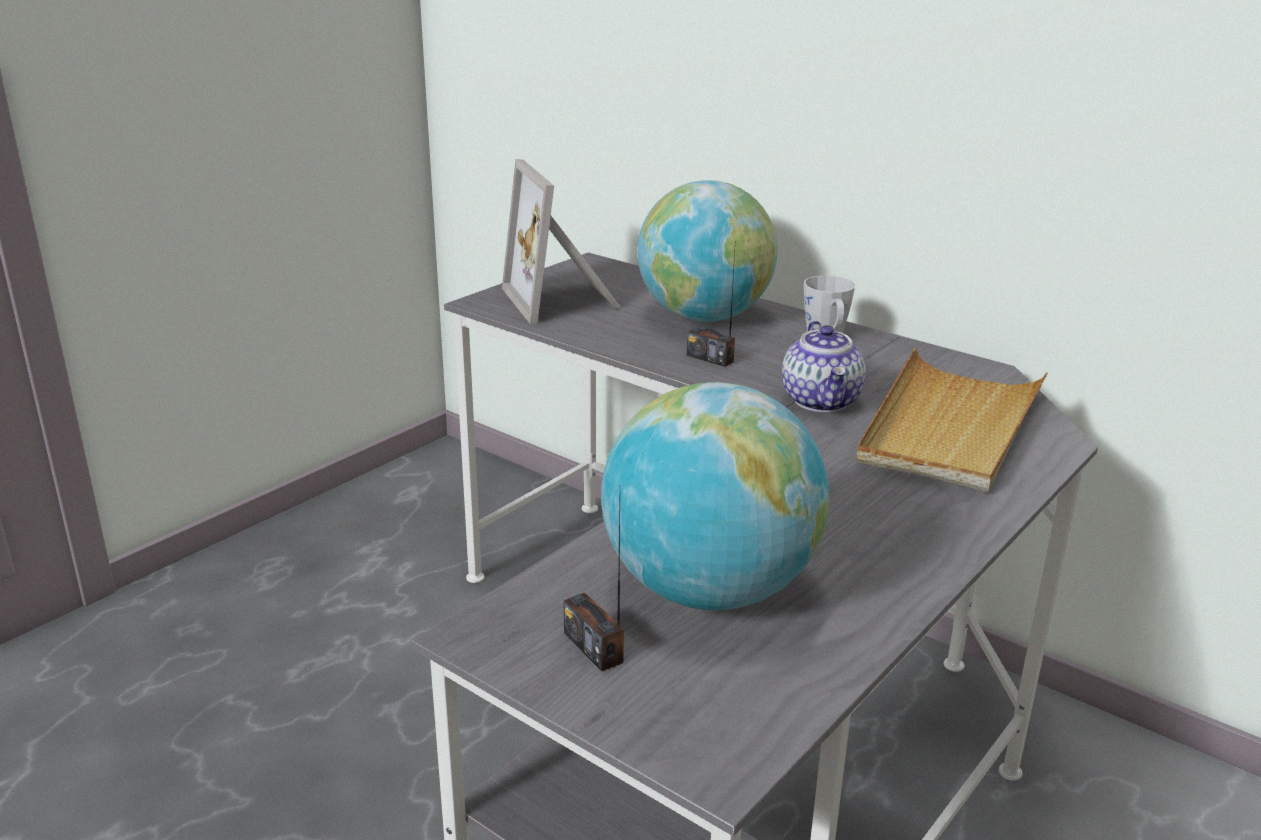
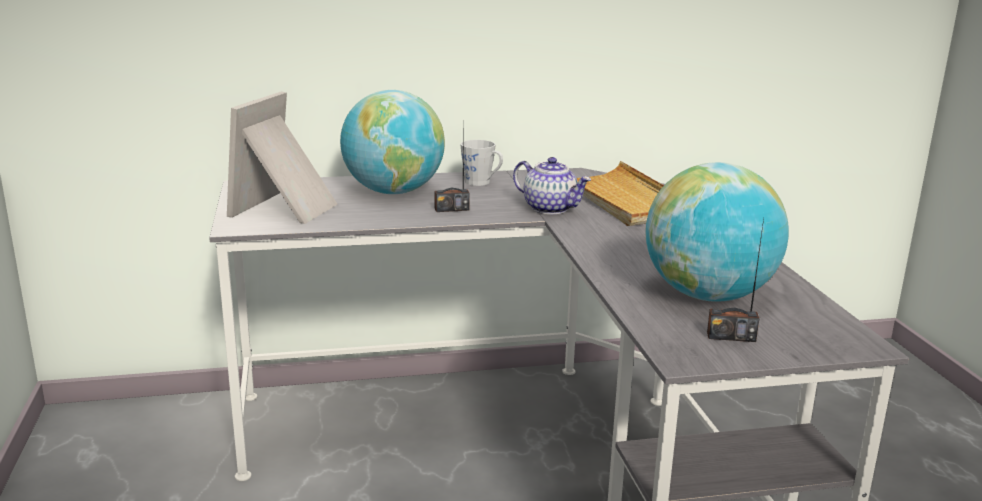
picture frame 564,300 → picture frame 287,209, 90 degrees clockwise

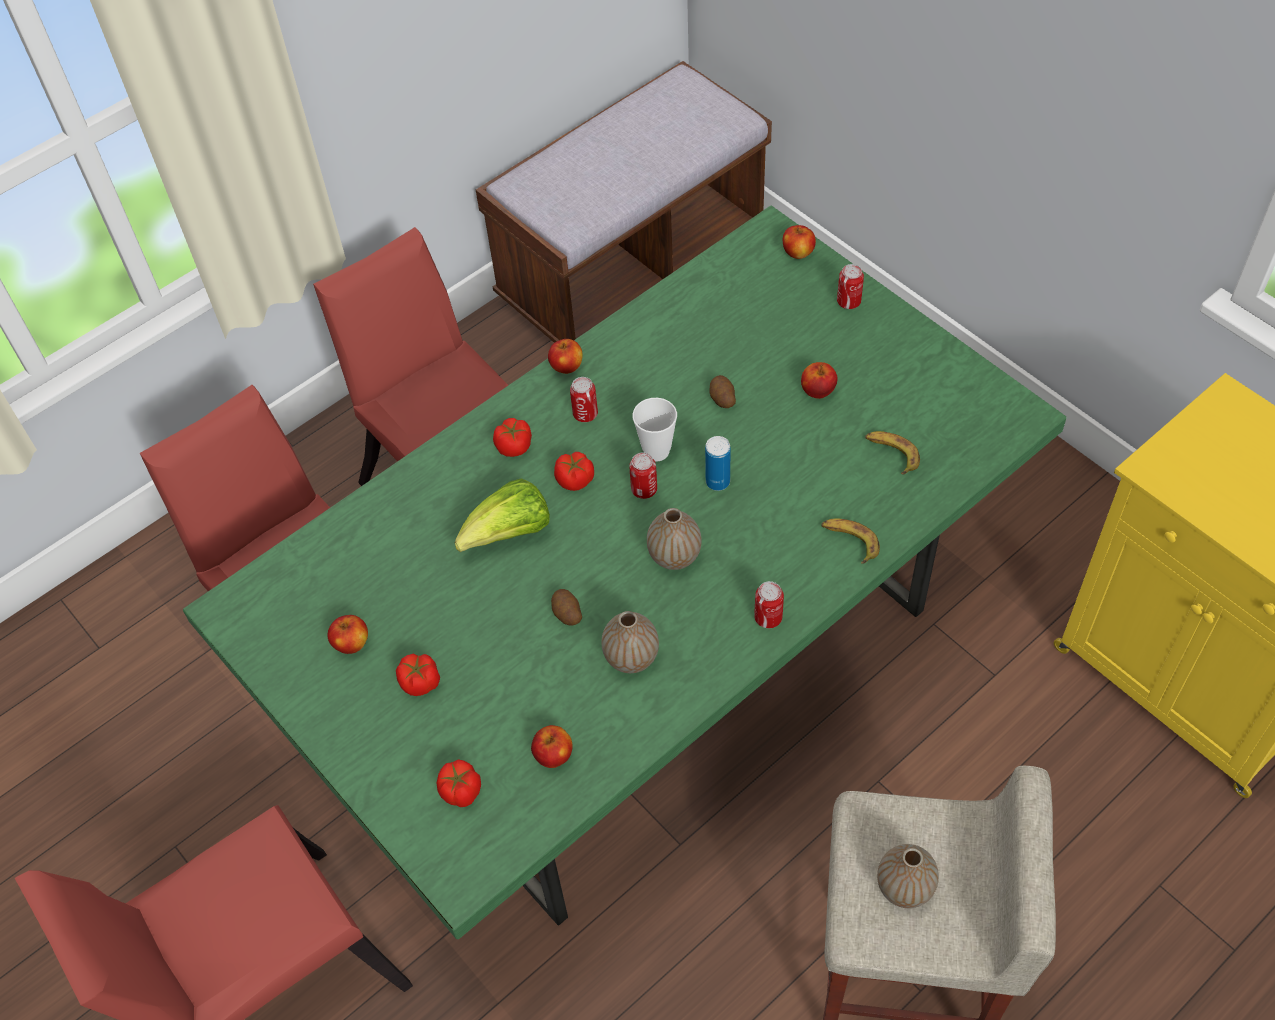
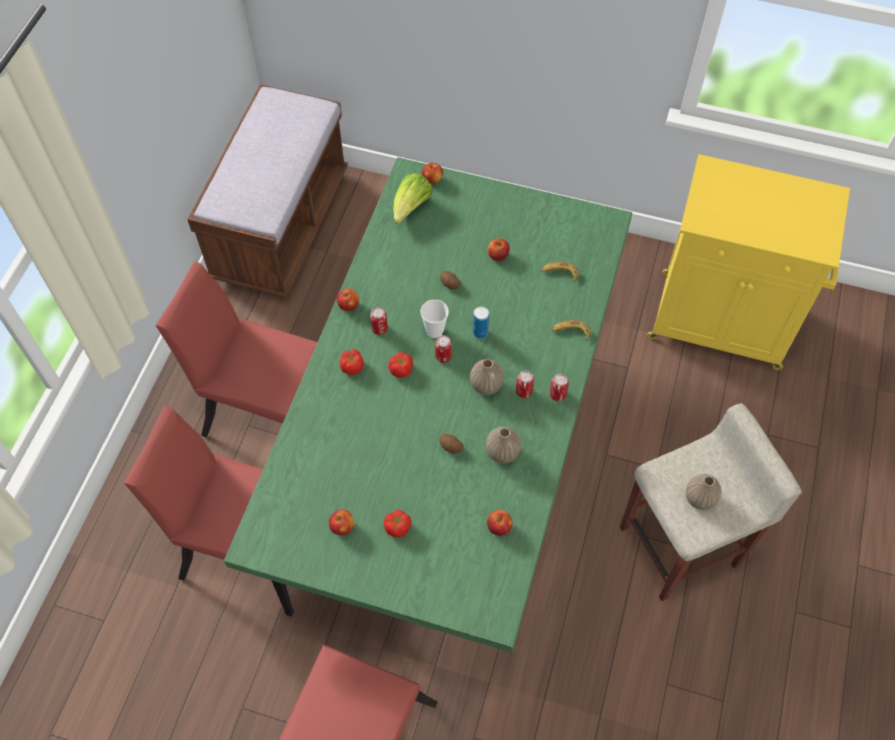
lettuce head 509,534 → lettuce head 411,208, shifted
sealed can 848,302 → sealed can 523,391, shifted
whole tomato 461,791 → -

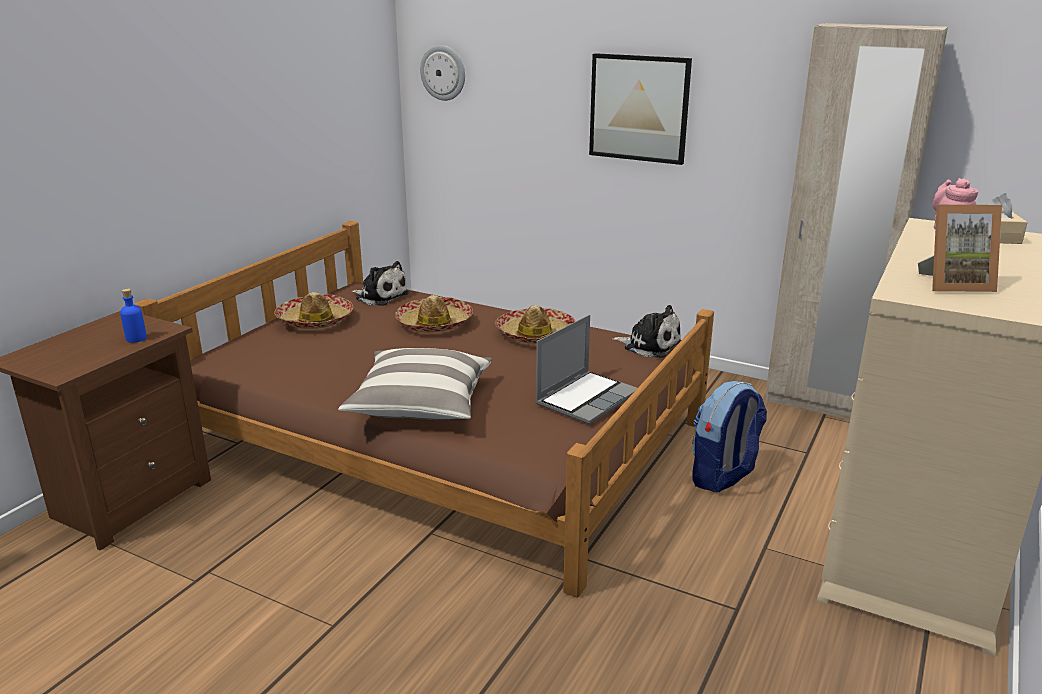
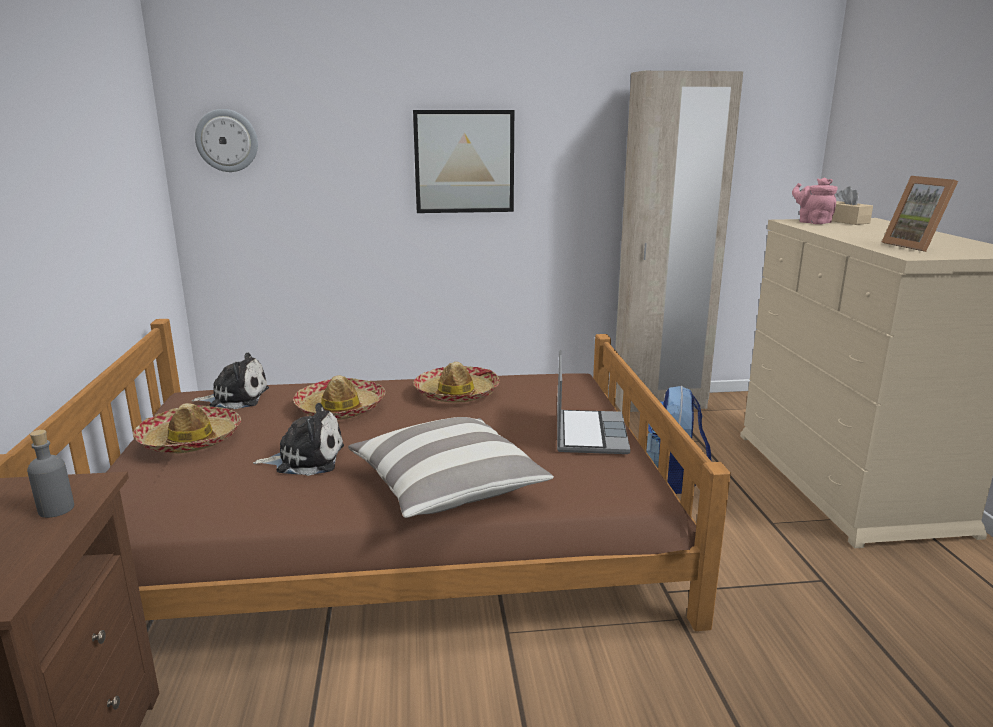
beverage bottle in bluish 136,338 → beverage bottle in gray 56,509
soft toy 649,345 → soft toy 306,459, shifted
picture frame 954,284 → picture frame 916,246, 105 degrees clockwise

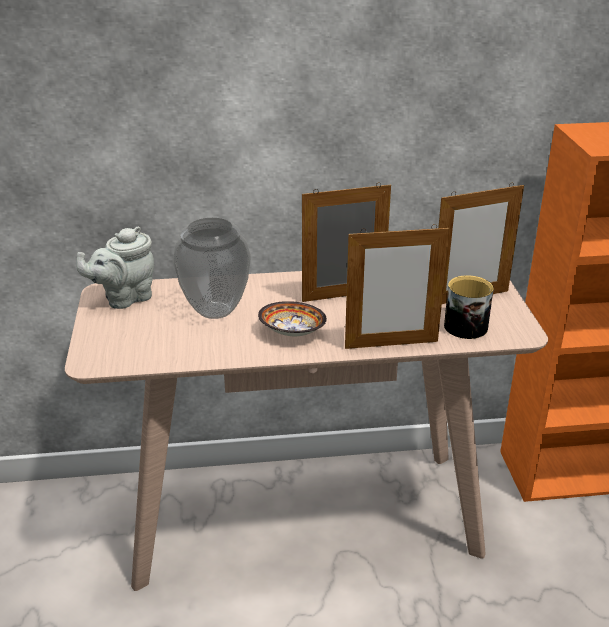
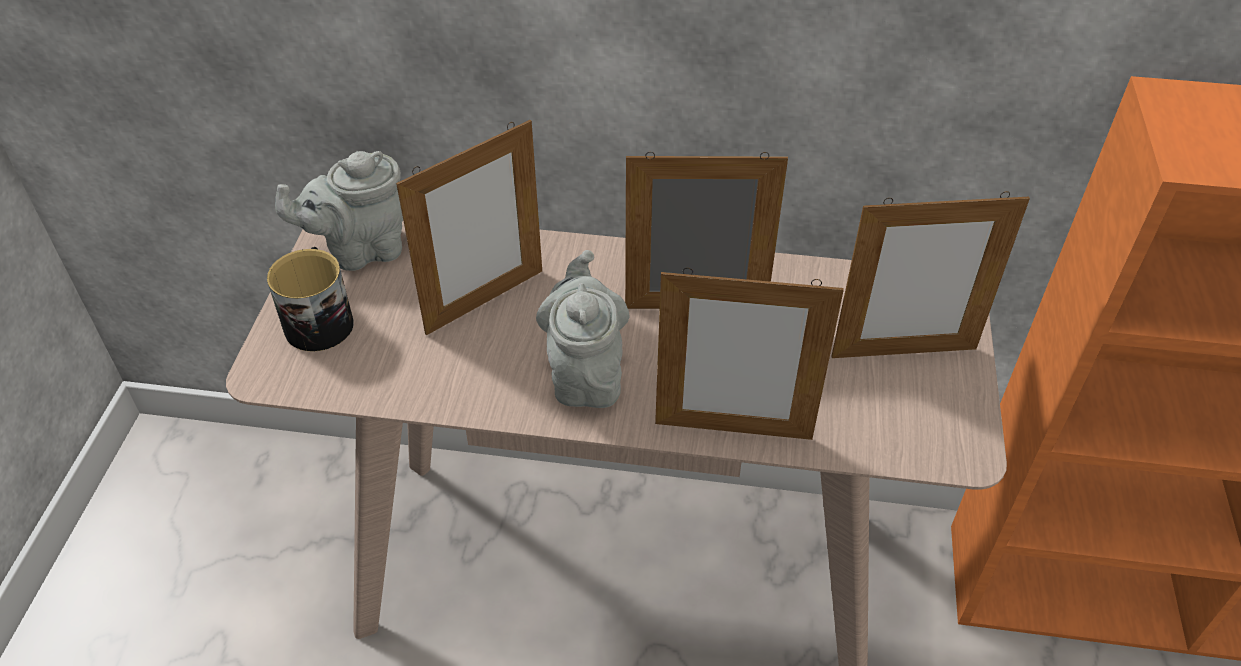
coffee mug 463,323 → coffee mug 320,319, shifted
flower vase 215,310 → picture frame 485,301
serving bowl 293,333 → pot for tea in gray 585,374

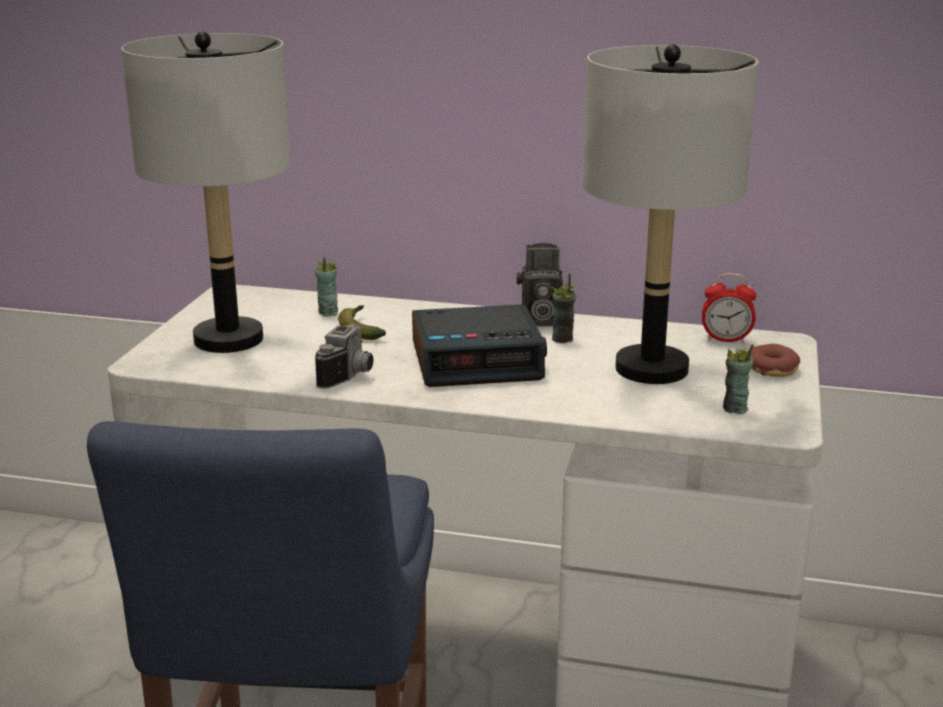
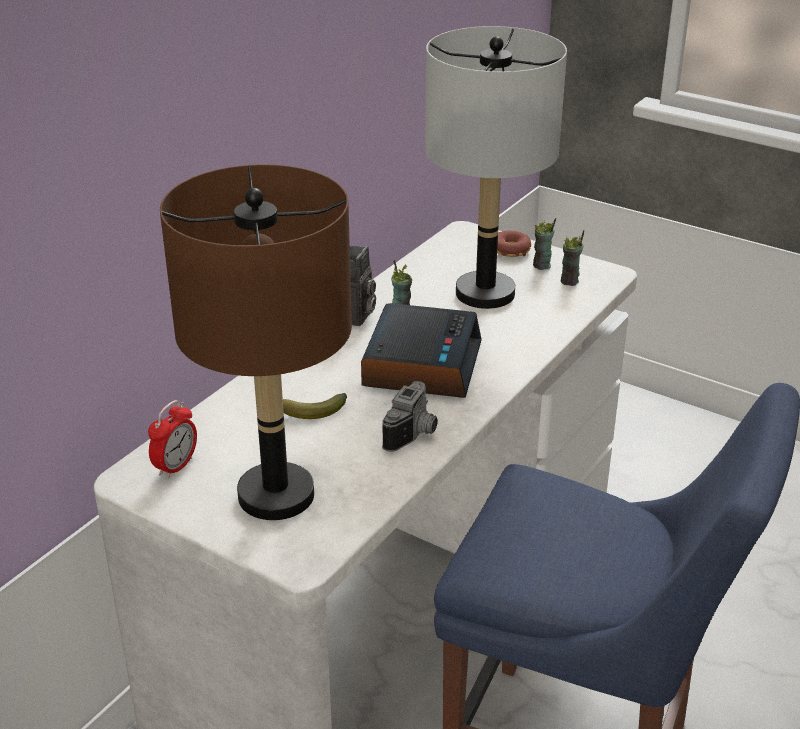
table clock 726,340 → table clock 176,466, shifted
lamp for a table in gray 228,339 → lamp for a table in brown 275,495
photo camera 351,375 → photo camera 415,433, 75 degrees clockwise
small cup 328,312 → small cup 541,266, shifted

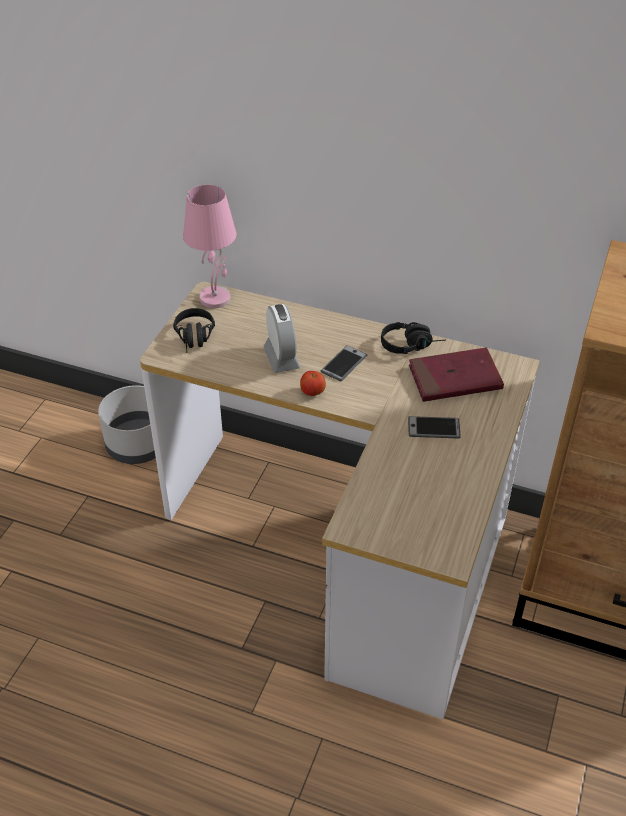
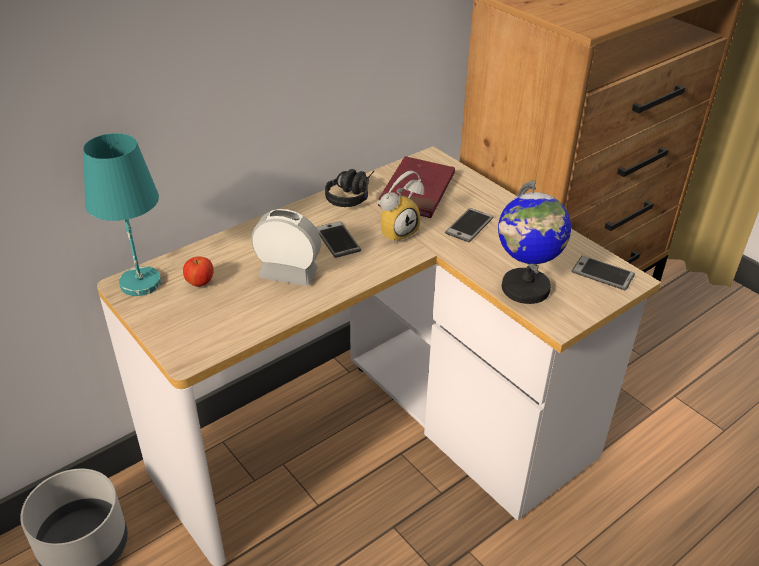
lamp for a table in pink 215,298 → lamp for a table in turquoise-coloured 139,282
apple 312,393 → apple 200,283, shifted
- → table clock 397,231
- → globe 525,288
- → phone 602,274
pair of headphones in black-coloured 195,339 → -

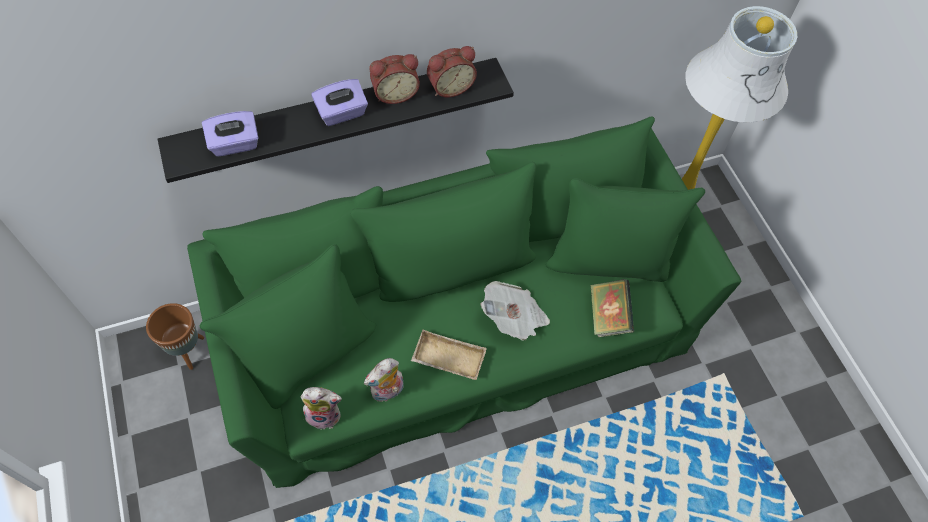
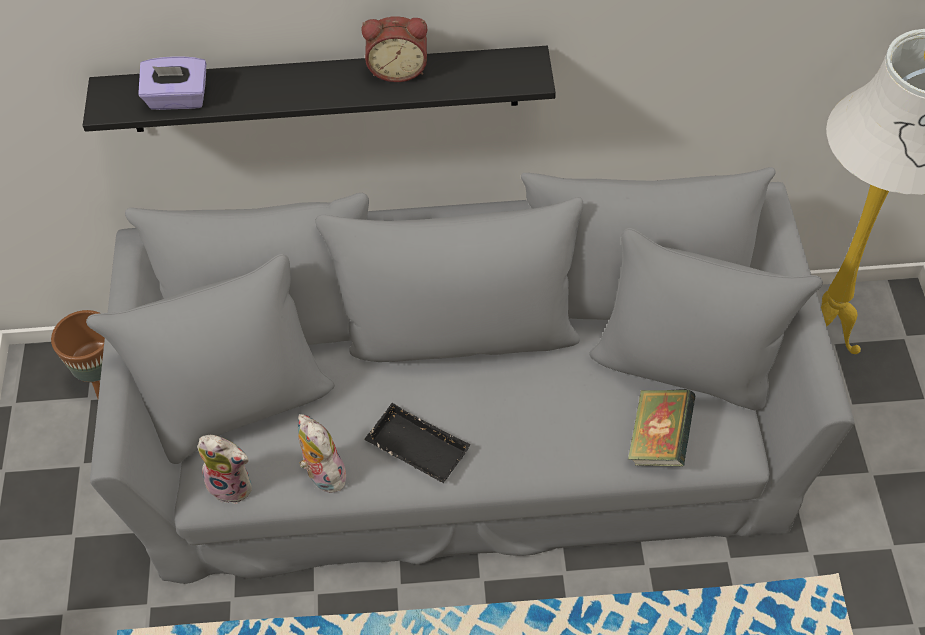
sofa in green 460,333 → sofa in gray 468,435
soft toy 387,392 → soft toy 322,474, 75 degrees clockwise
tray in beige 447,359 → tray in black-coloured 415,449
tissue box in purplish 342,113 → -
table clock 450,86 → -
printed paper 514,318 → -

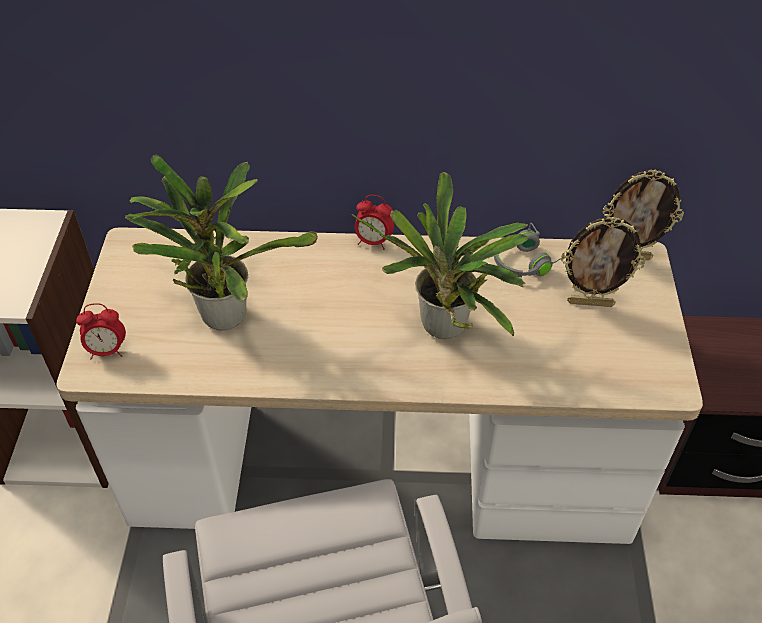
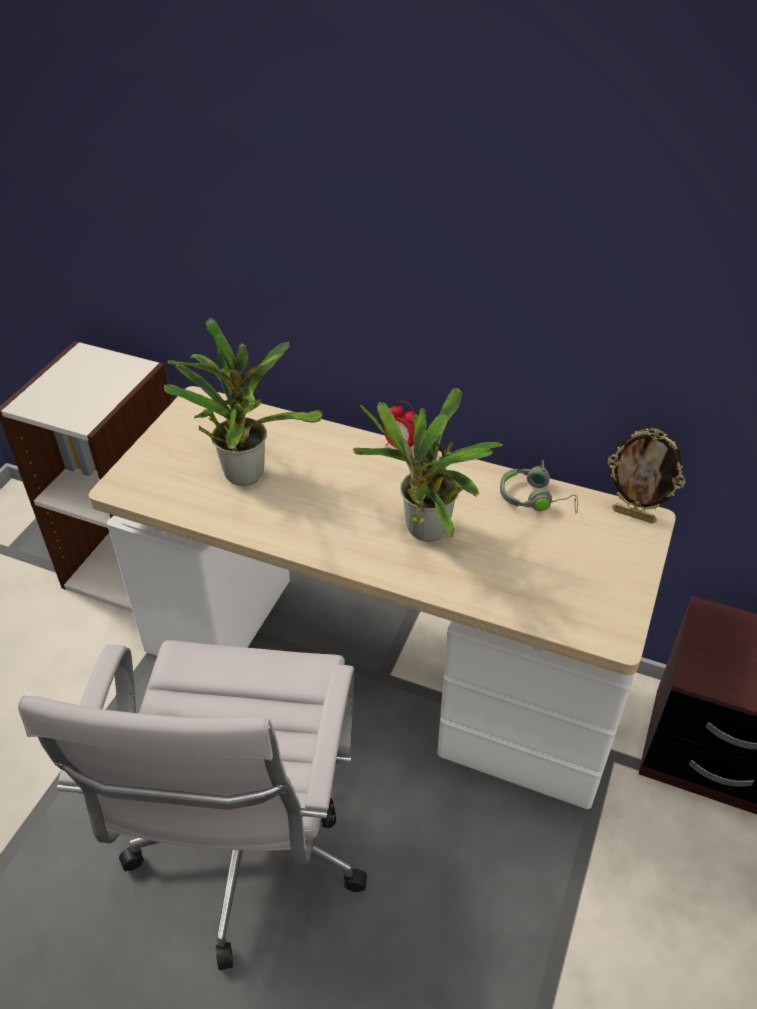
table clock 107,350 → -
picture frame 590,302 → -

